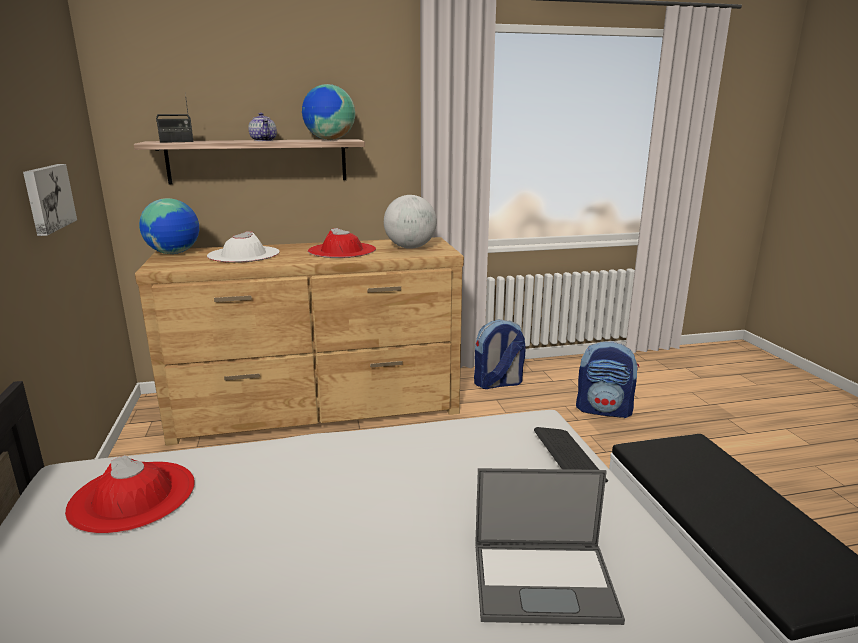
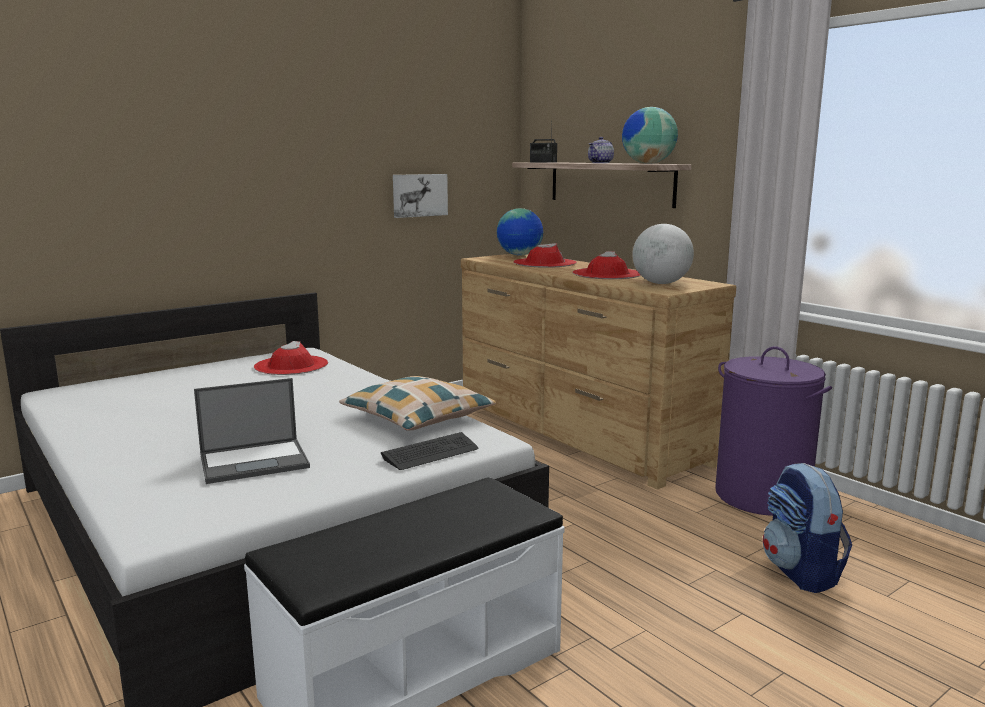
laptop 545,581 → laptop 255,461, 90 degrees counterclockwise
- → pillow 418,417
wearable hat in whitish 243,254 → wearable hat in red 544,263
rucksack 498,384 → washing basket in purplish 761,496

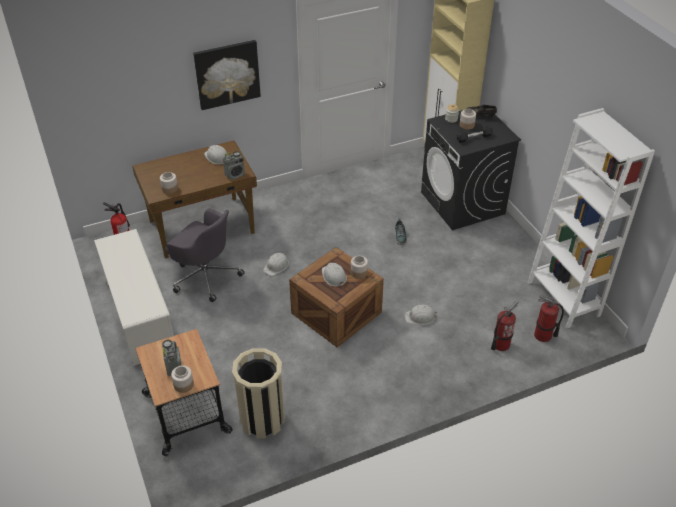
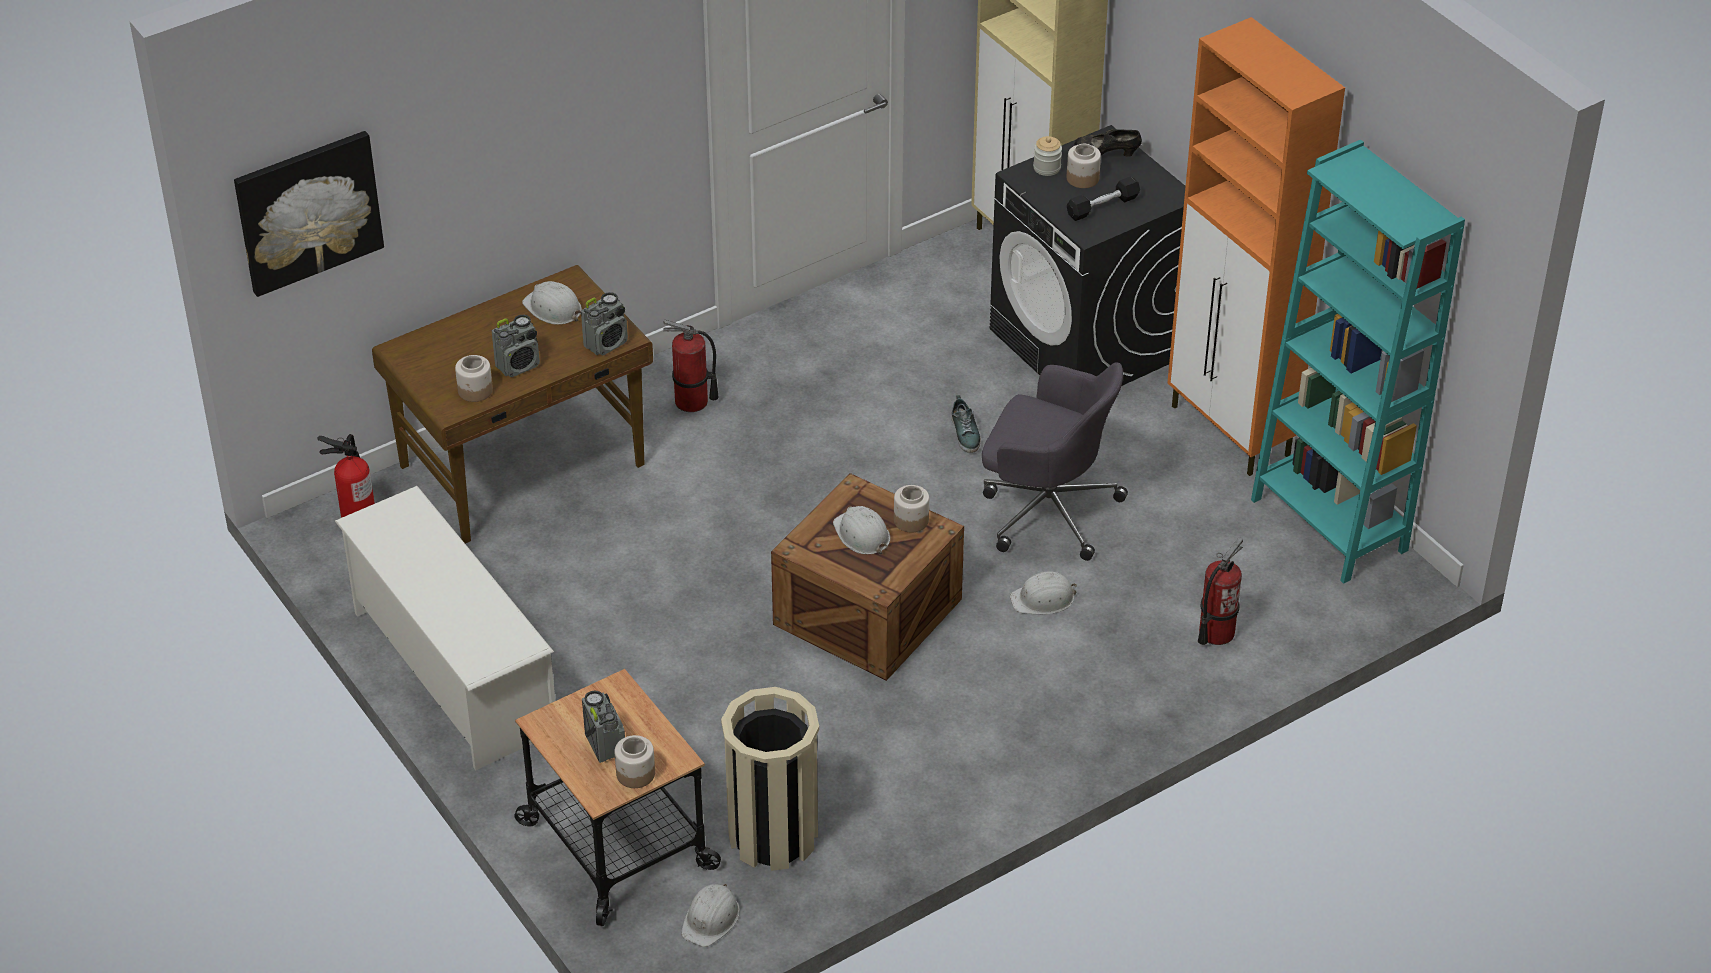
wall art 227,74 → wall art 308,211, shifted
- → radio receiver 518,365
fire-fighting cylinder 543,336 → fire-fighting cylinder 692,402, shifted
hard hat in whitish 276,266 → hard hat in whitish 711,919, shifted
office chair in gray 205,275 → office chair in gray 1047,509, shifted
- → cabinet in orange-coloured 1231,432
bookcase in whitish 563,298 → bookcase in turquoise-coloured 1329,525

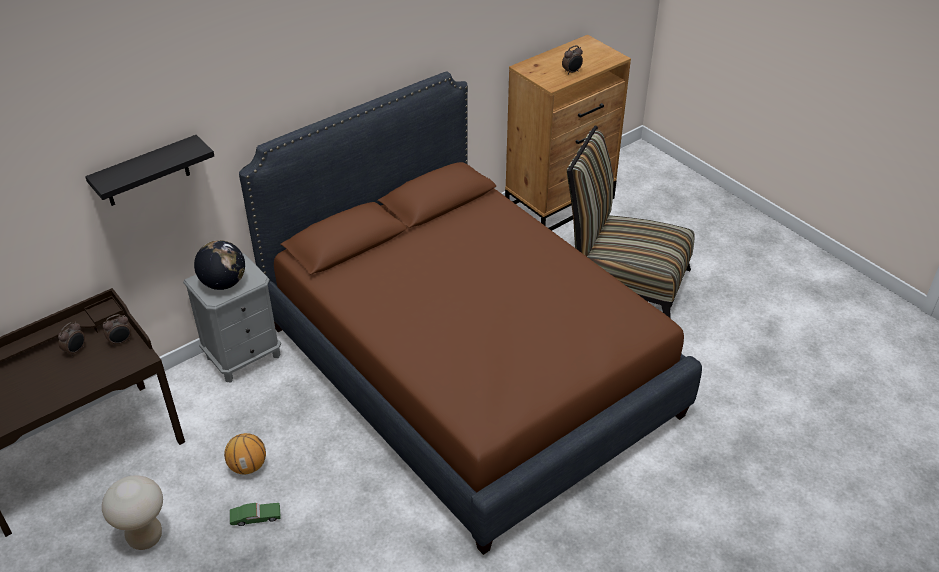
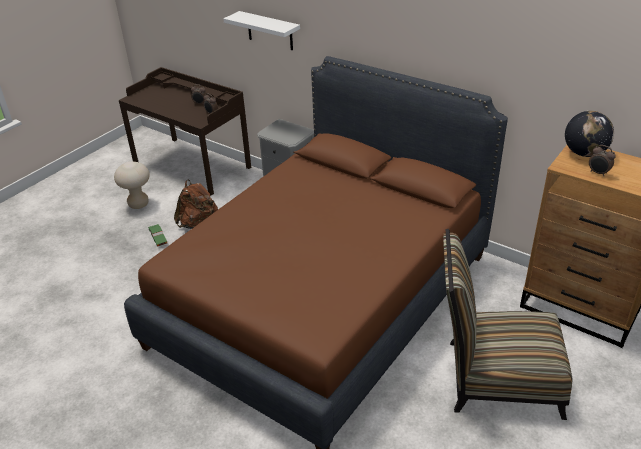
basketball 248,466 → rucksack in brown 198,223
shelf in black-coloured 146,172 → shelf in whitish 270,31
plain chair 623,280 → plain chair 495,378, 90 degrees counterclockwise
globe 223,283 → globe 584,153, shifted

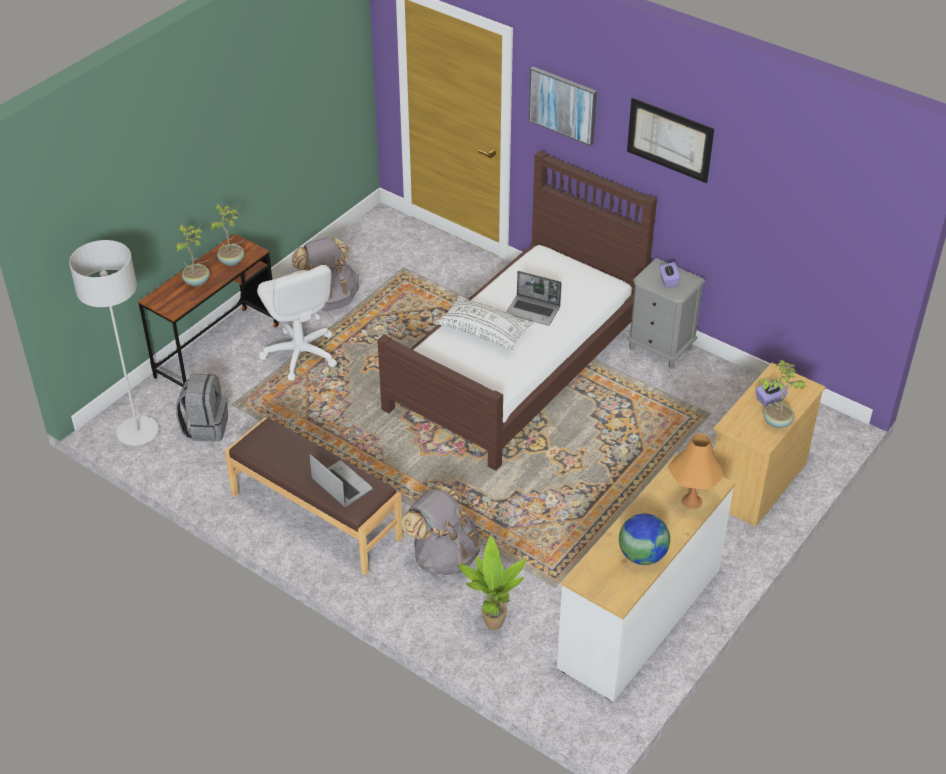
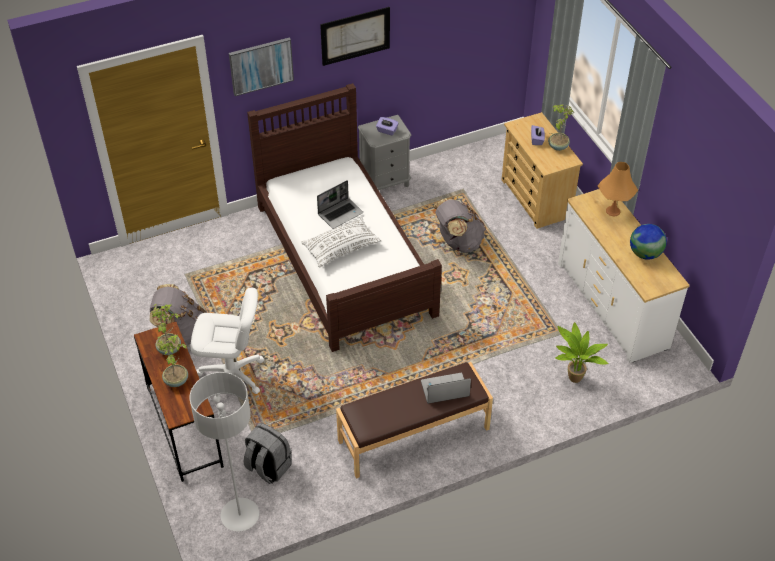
rucksack in gray 444,556 → rucksack in gray 458,242, shifted

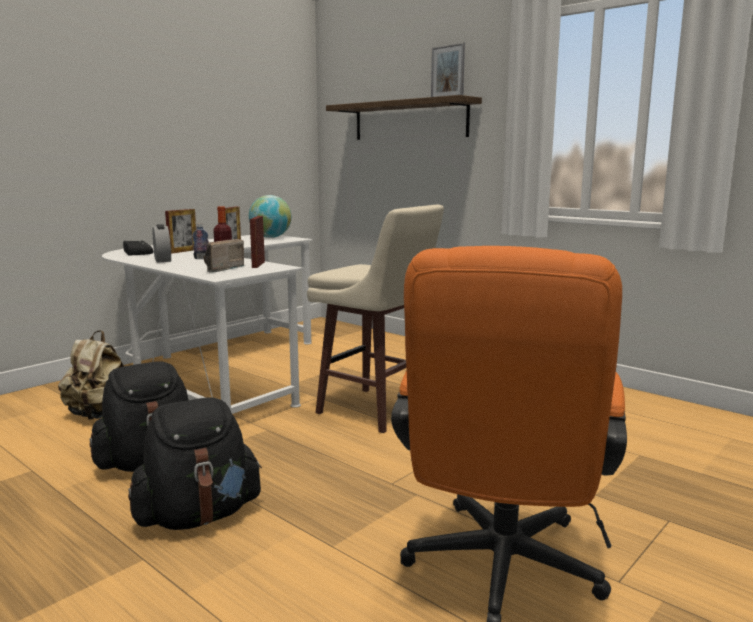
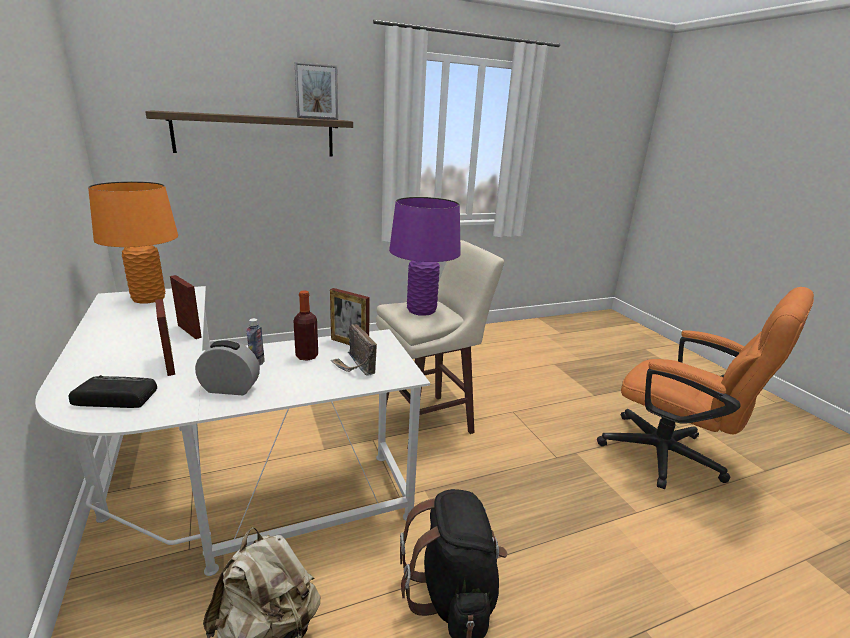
globe 270,237 → lamp for a table in orange-coloured 149,298
- → lamp for a table in purplish 421,310
rucksack in black-coloured 199,516 → -

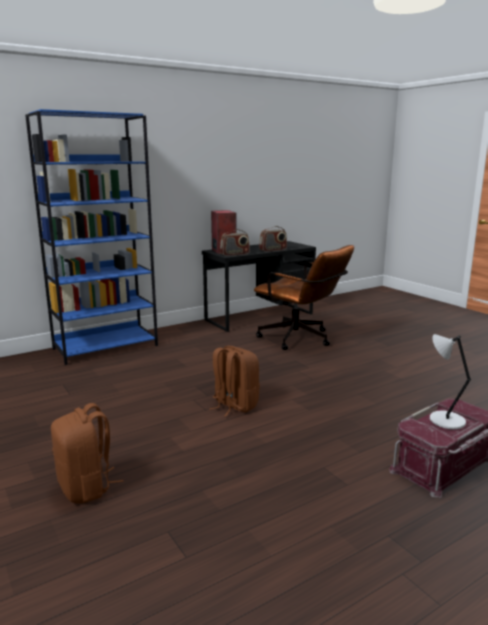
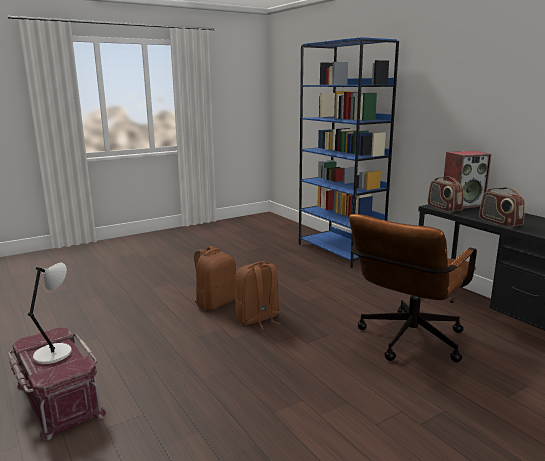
rucksack in brown 86,487 → rucksack in brown 258,319, shifted

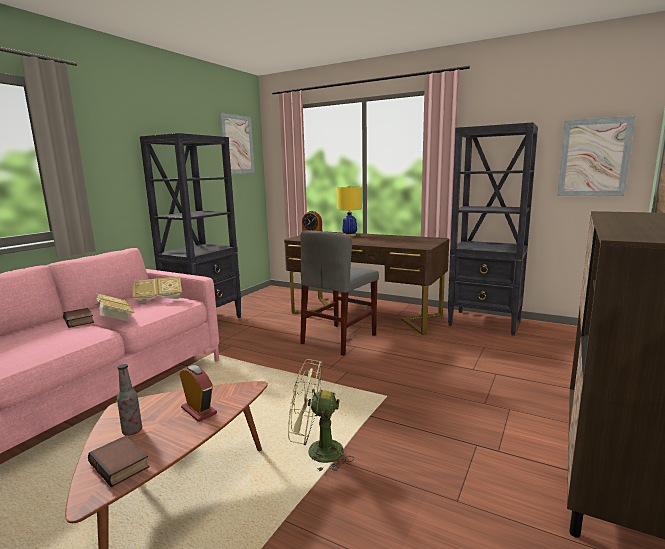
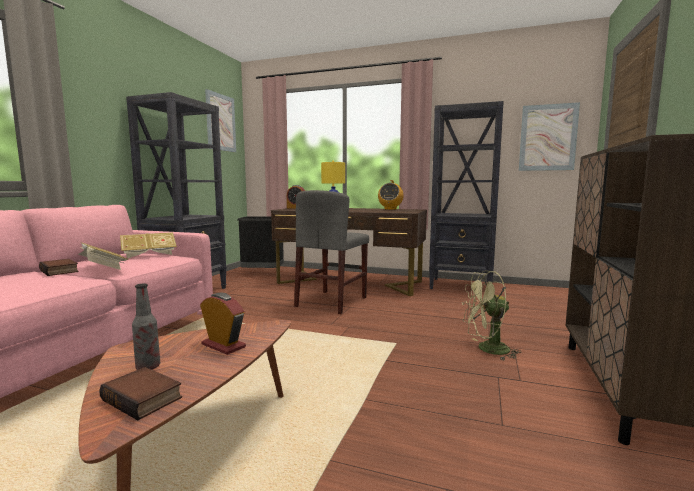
- → waste bin in black-coloured 262,273
- → radio receiver 390,209
cooling fan in green 316,453 → cooling fan in green 487,350, shifted

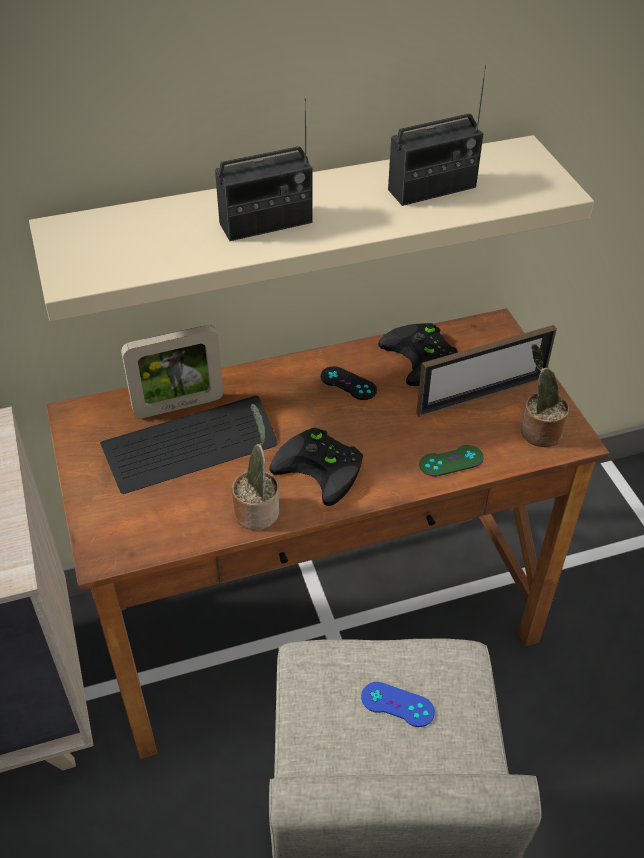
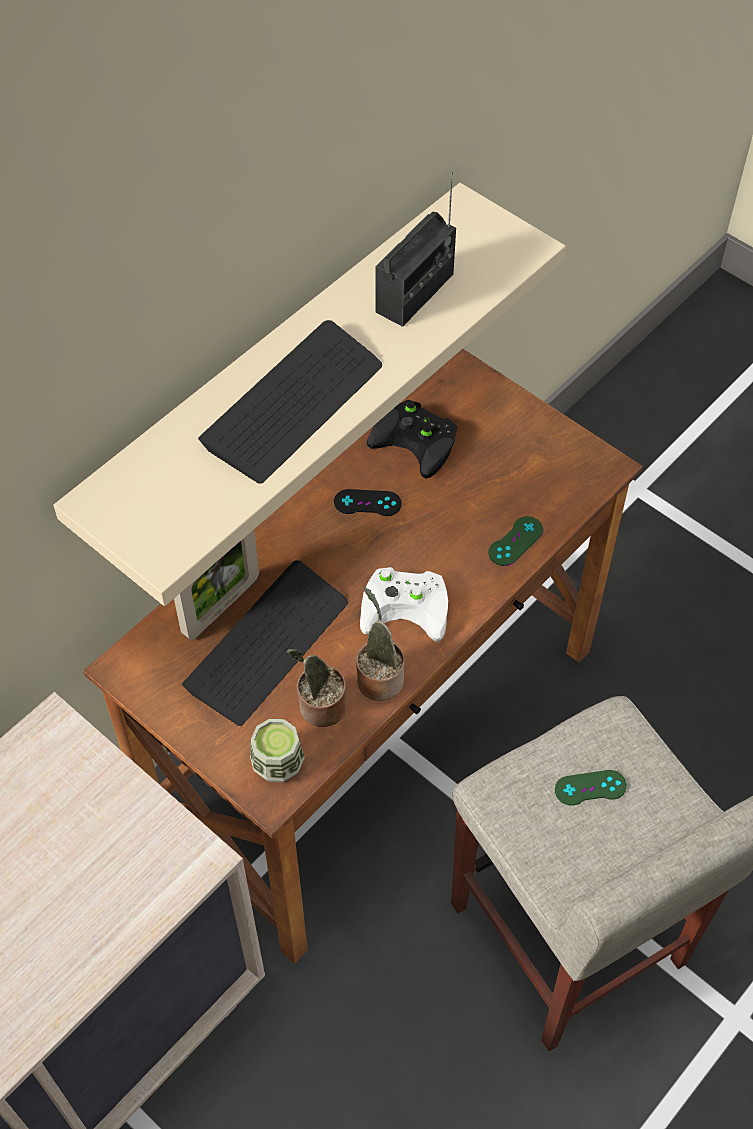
radio receiver 266,223 → computer keyboard 293,404
- → small cup 278,764
plant in a pot 537,432 → plant in a pot 319,707, shifted
joypad in black-coloured 323,468 → joypad in whitish 408,605
joypad in bluish 397,704 → joypad in green 590,788
picture frame 481,395 → -

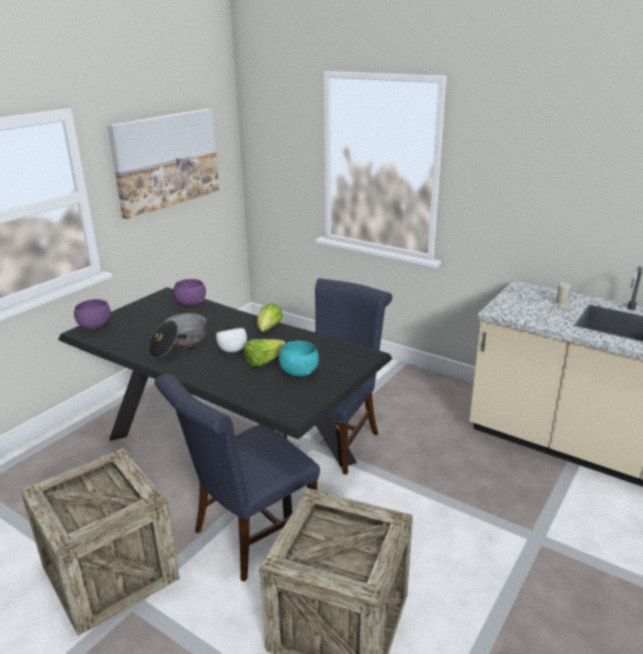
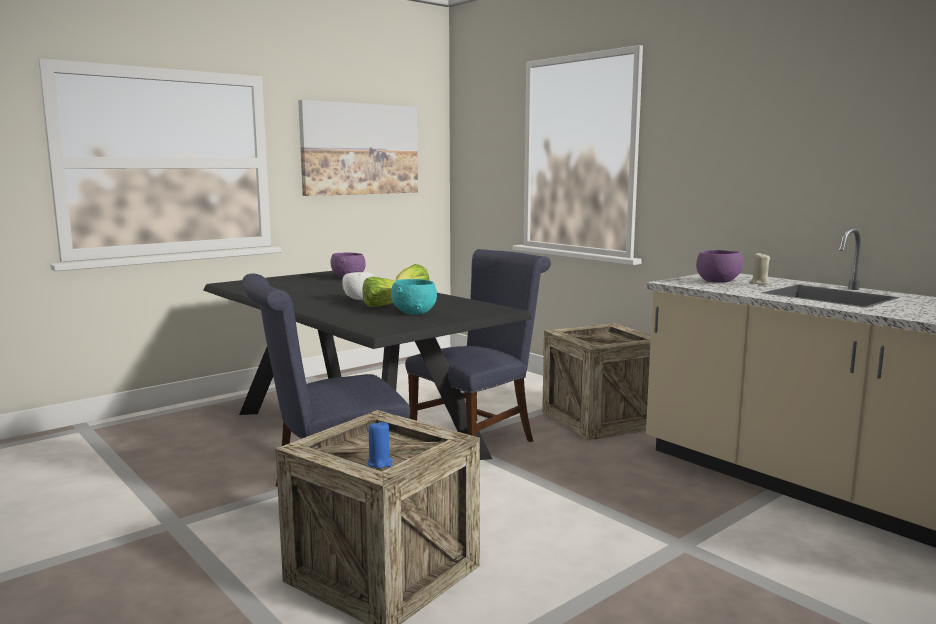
- → candle in bluish 380,463
shipping crate 110,573 → shipping crate 601,419, shifted
serving bowl in purplish 94,326 → serving bowl in purplish 717,282, shifted
stockpot 179,345 → -

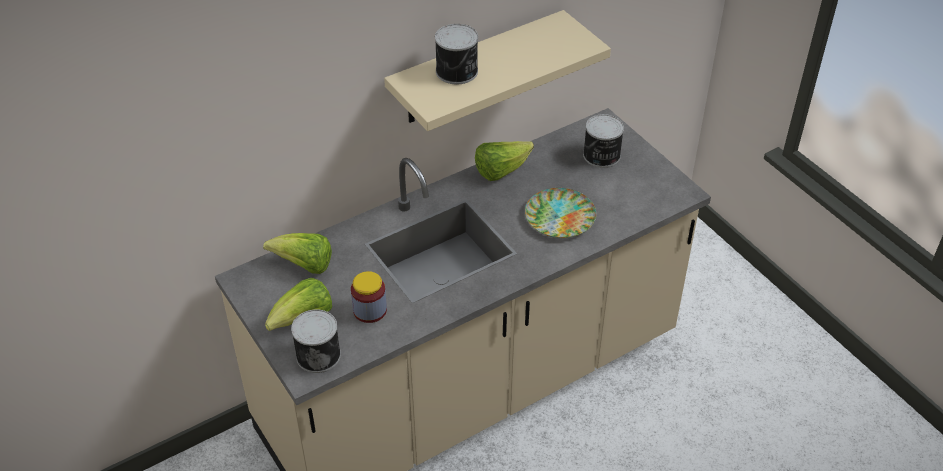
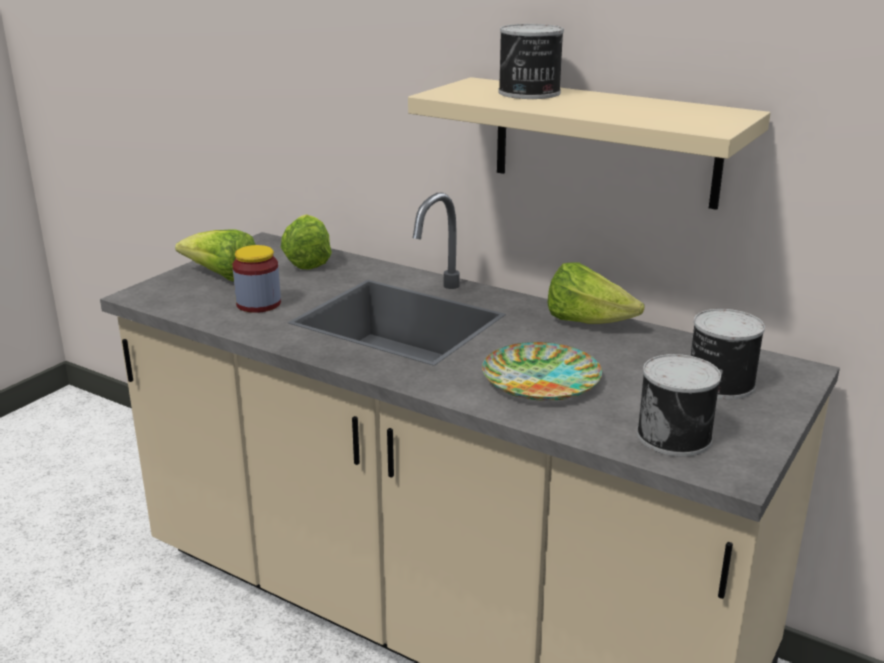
sealed can 318,354 → sealed can 676,436, shifted

